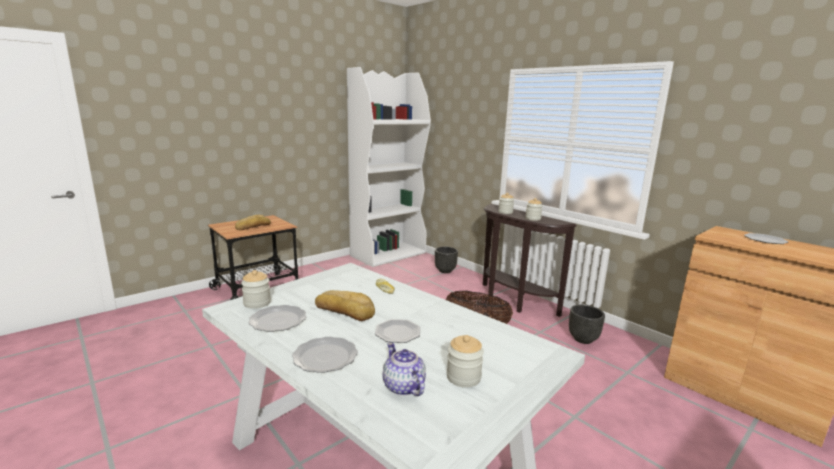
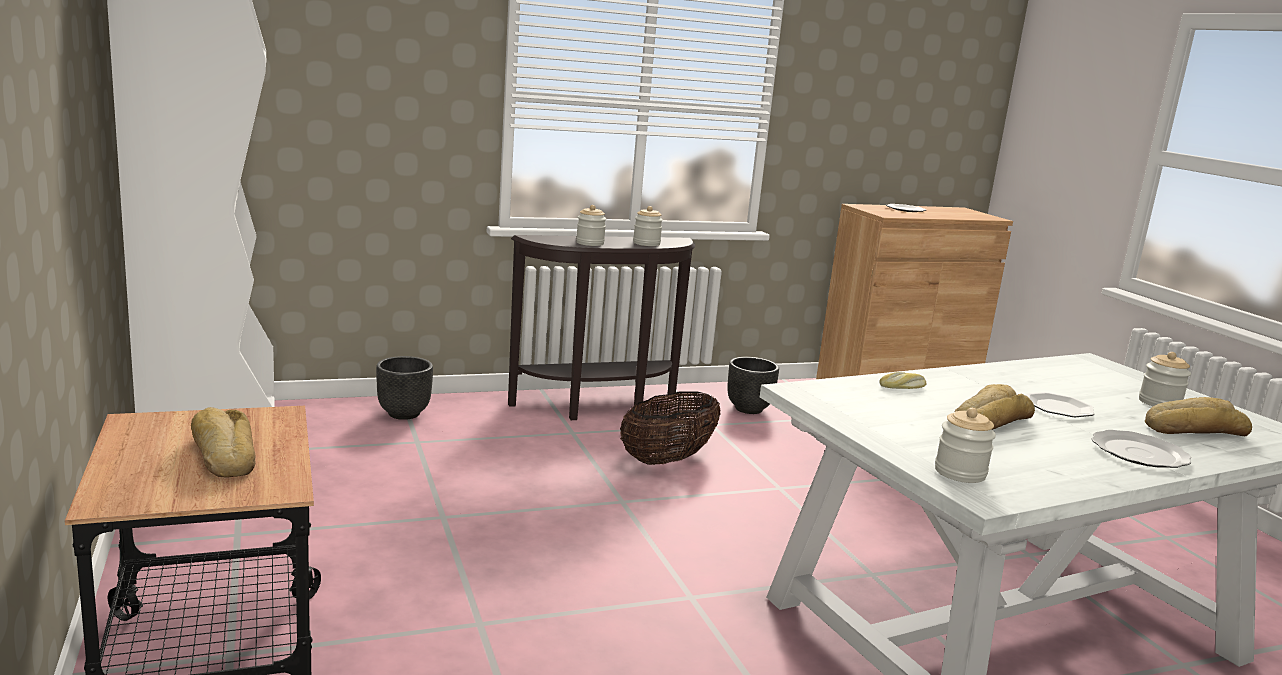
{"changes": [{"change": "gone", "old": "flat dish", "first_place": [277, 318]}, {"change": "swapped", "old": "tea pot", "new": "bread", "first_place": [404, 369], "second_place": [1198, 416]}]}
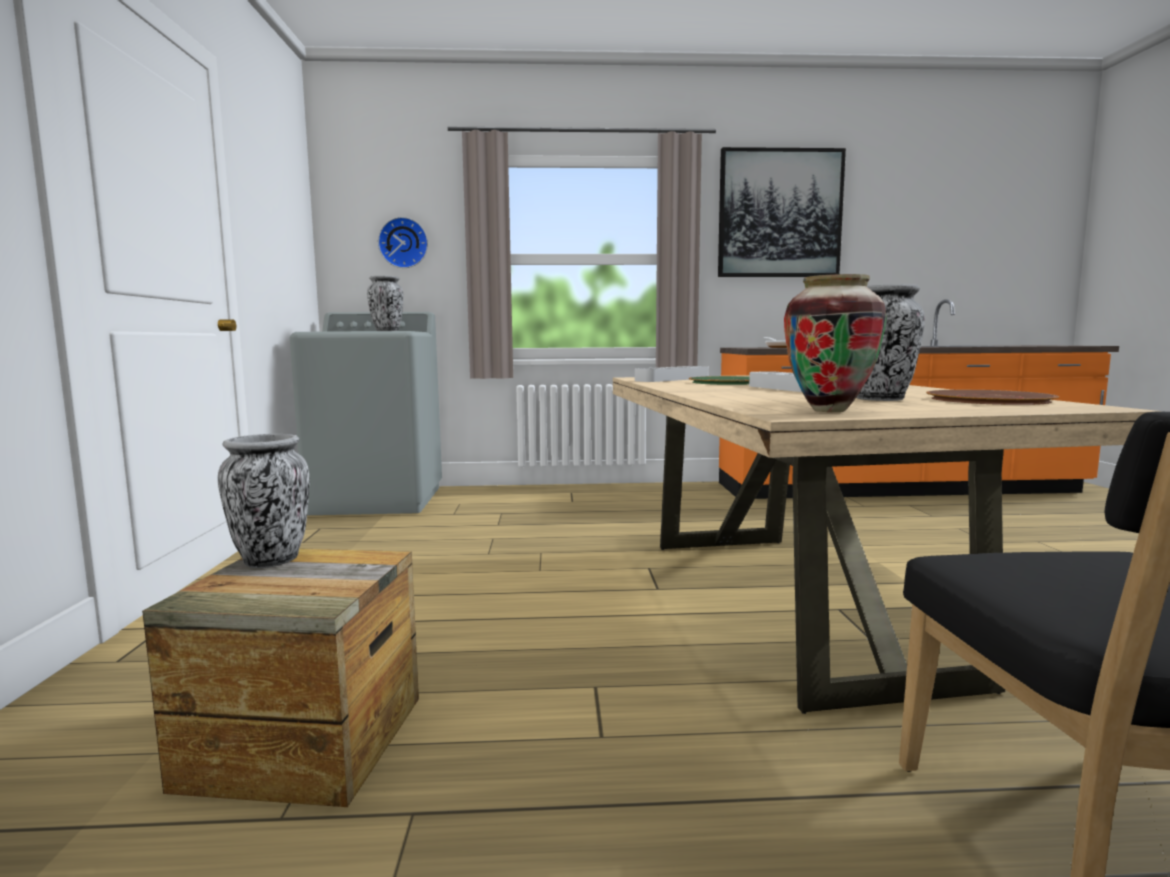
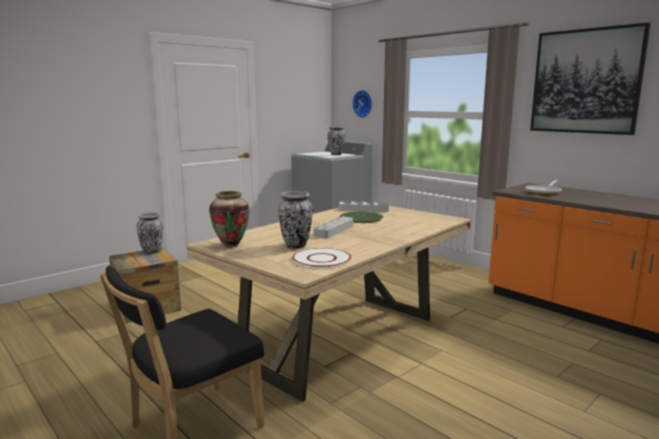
{"changes": [{"change": "repainted", "old": "flat dish/brownish", "new": "flat dish/white", "first_place": [992, 397], "second_place": [321, 258]}]}
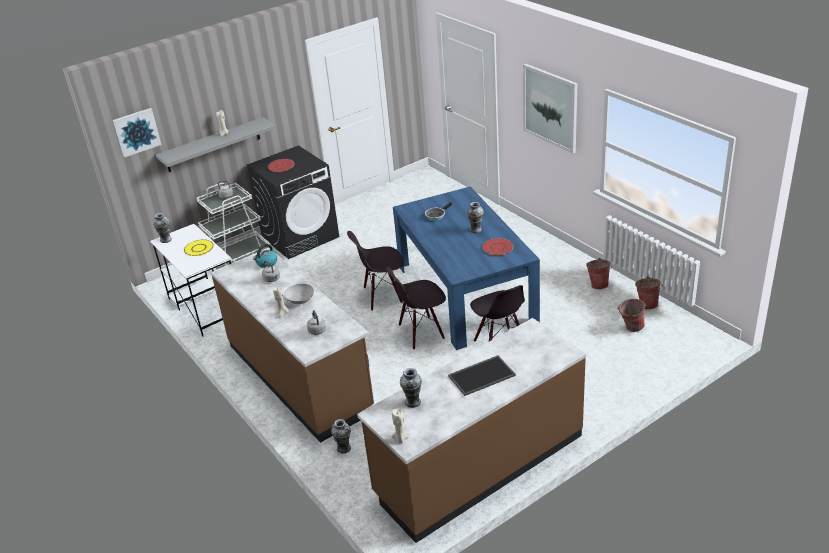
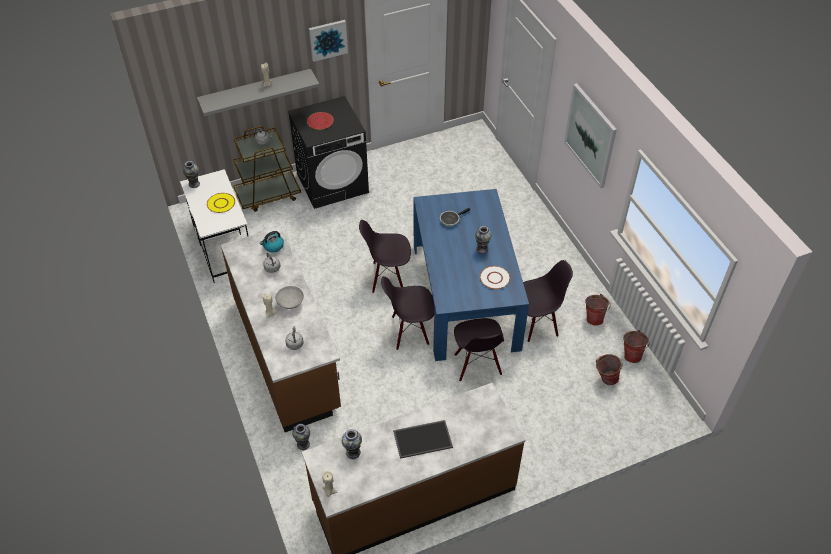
{"changes": [{"change": "shifted", "old": "picture", "first_place": [137, 132], "second_place": [328, 41]}, {"change": "repainted", "old": "trolley/white", "new": "trolley/brownish", "first_place": [234, 227], "second_place": [267, 169]}, {"change": "repainted", "old": "flat dish/reddish", "new": "flat dish/white", "first_place": [497, 247], "second_place": [495, 277]}, {"change": "new", "new": "chair/black-coloured", "second_place": [543, 301]}]}
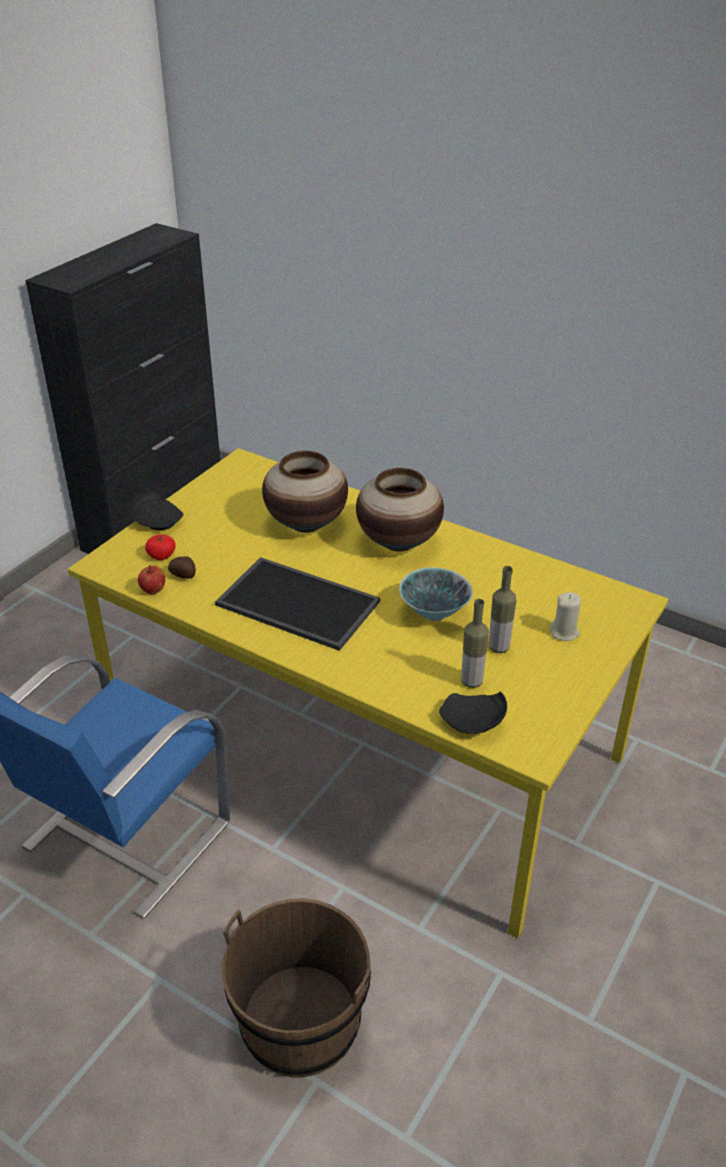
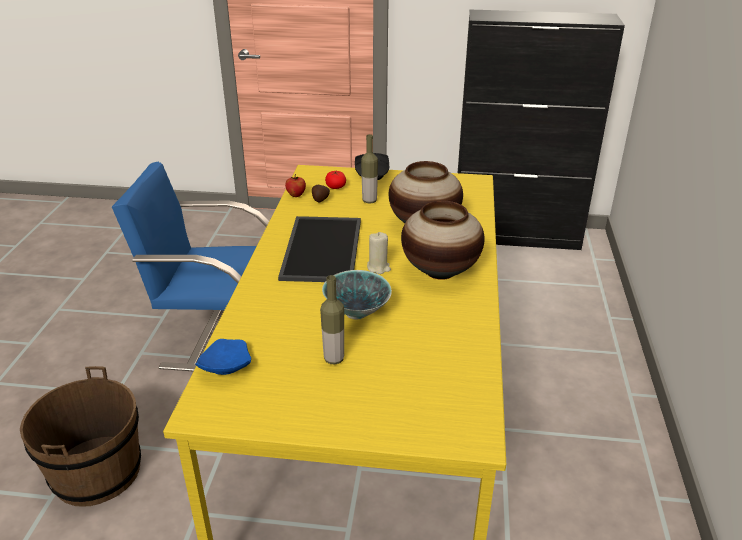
{"changes": [{"change": "repainted", "old": "flat dish/black-coloured", "new": "flat dish/bluish", "first_place": [473, 713], "second_place": [223, 357]}, {"change": "shifted", "old": "beverage bottle", "first_place": [475, 643], "second_place": [369, 168]}, {"change": "shifted", "old": "wax light/sand-coloured", "first_place": [565, 616], "second_place": [379, 253]}]}
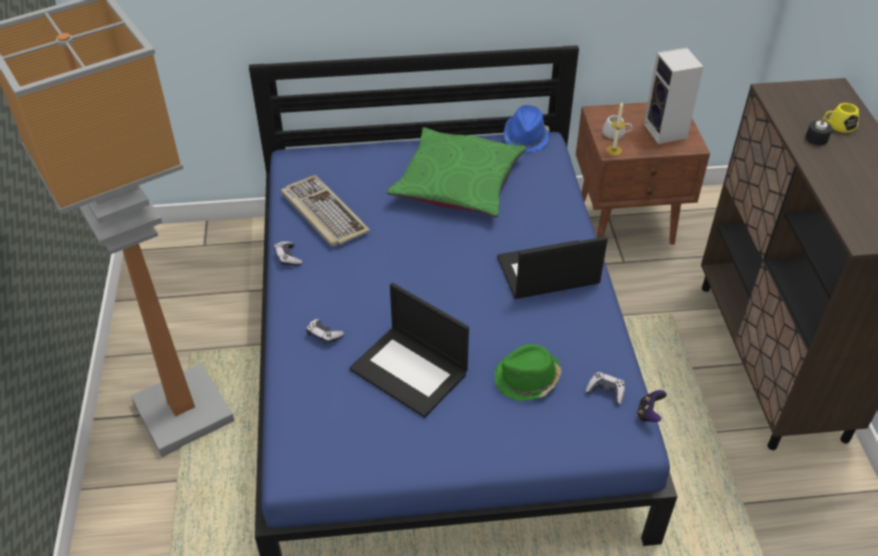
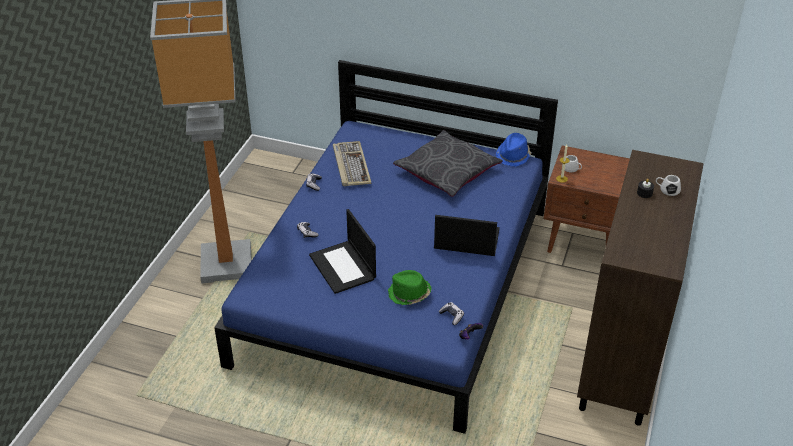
{"changes": [{"change": "repainted", "old": "throw pillow/greenish", "new": "throw pillow/greyish", "first_place": [456, 172], "second_place": [448, 163]}, {"change": "gone", "old": "audio speaker", "first_place": [674, 96]}, {"change": "repainted", "old": "coffee mug/yellow", "new": "coffee mug/white", "first_place": [841, 118], "second_place": [668, 185]}]}
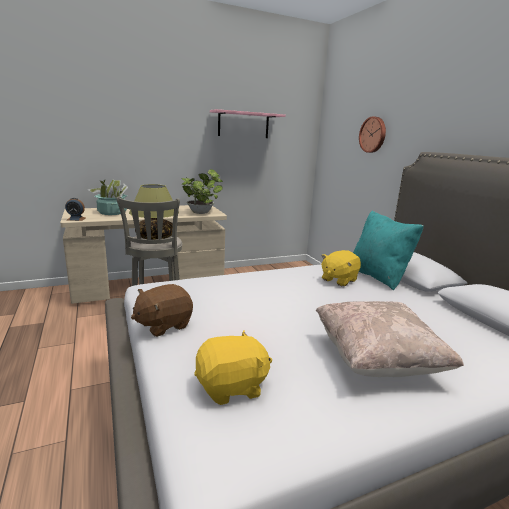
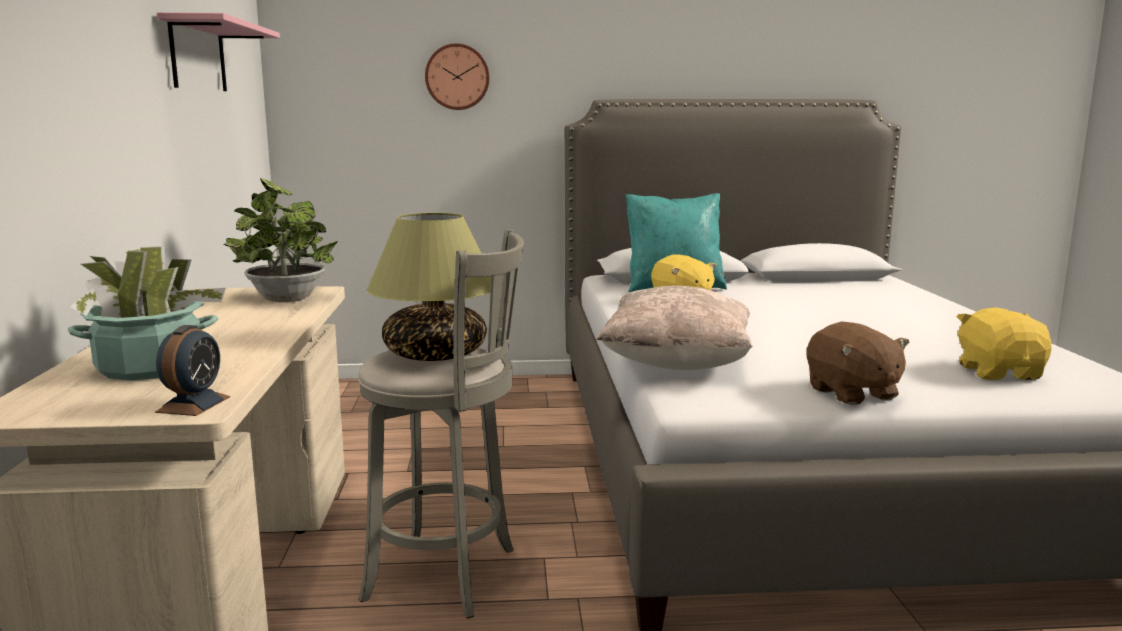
{"changes": [{"change": "shifted", "old": "throw pillow/sand-coloured", "first_place": [390, 339], "second_place": [674, 327]}]}
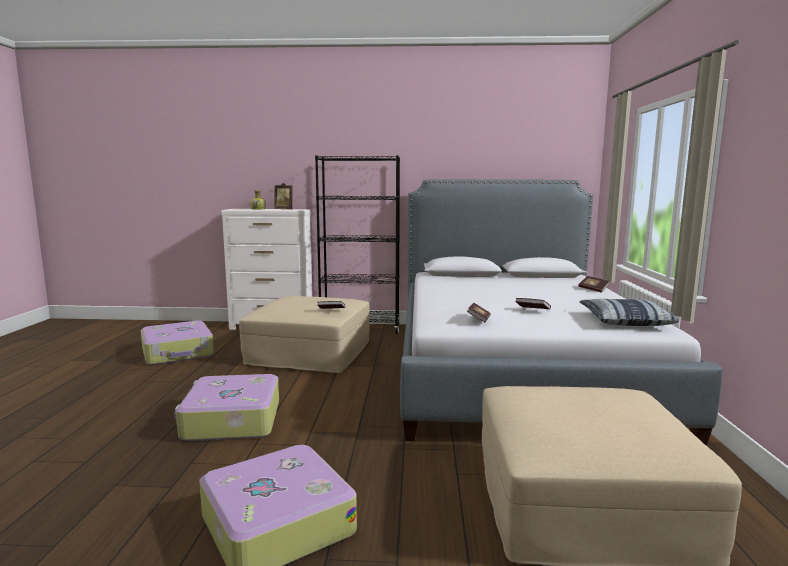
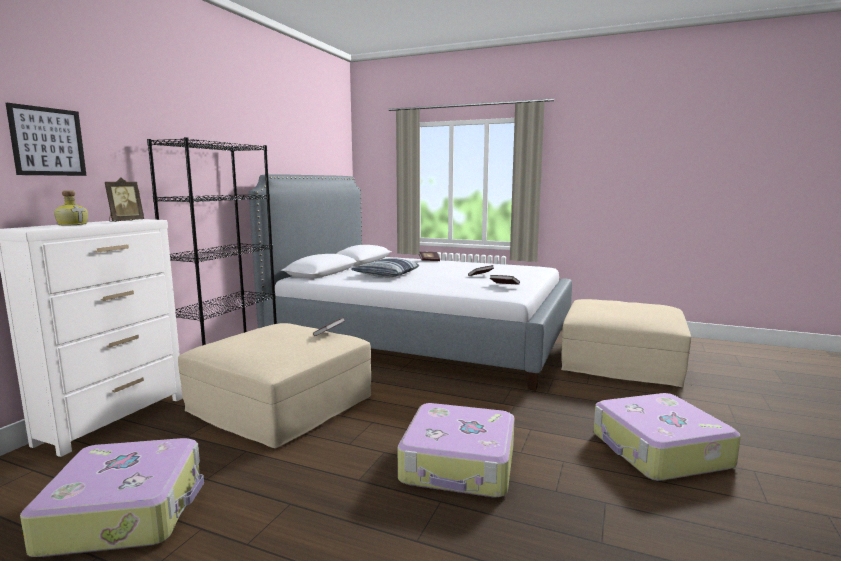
{"changes": [{"change": "shifted", "old": "throw pillow", "first_place": [629, 312], "second_place": [385, 267]}, {"change": "new", "new": "picture", "second_place": [46, 139]}]}
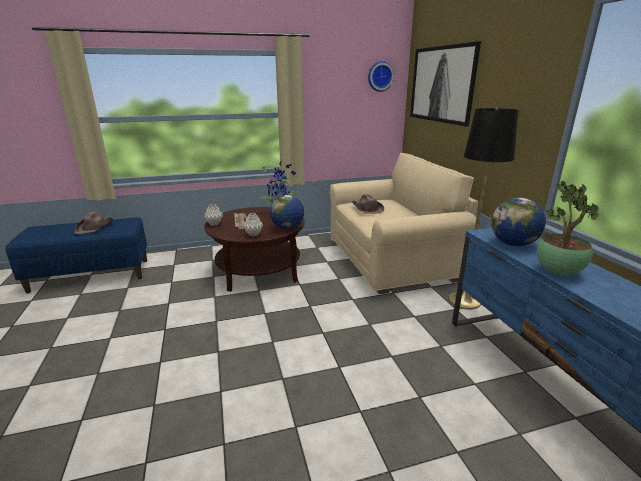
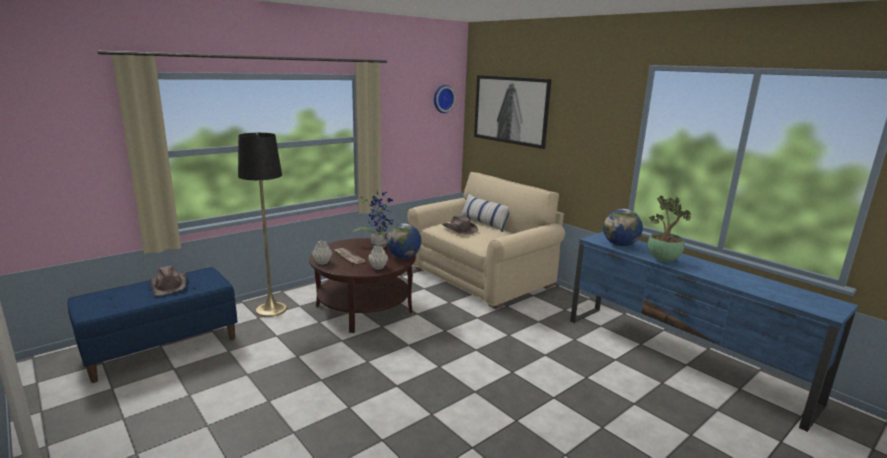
{"changes": [{"change": "shifted", "old": "standing lamp/black-coloured", "first_place": [483, 208], "second_place": [262, 225]}, {"change": "new", "new": "throw pillow", "second_place": [484, 212]}]}
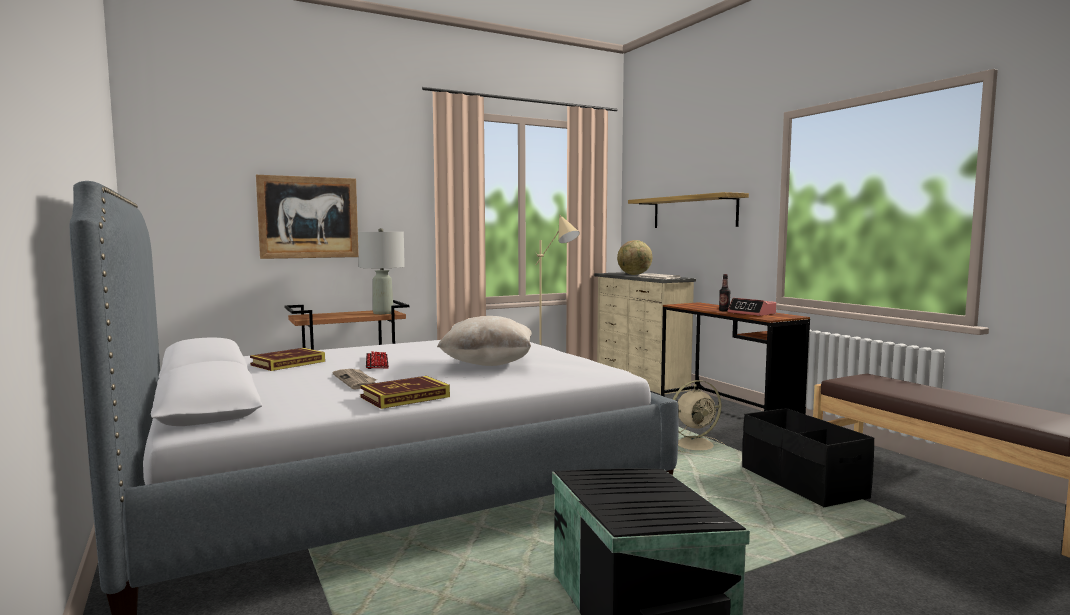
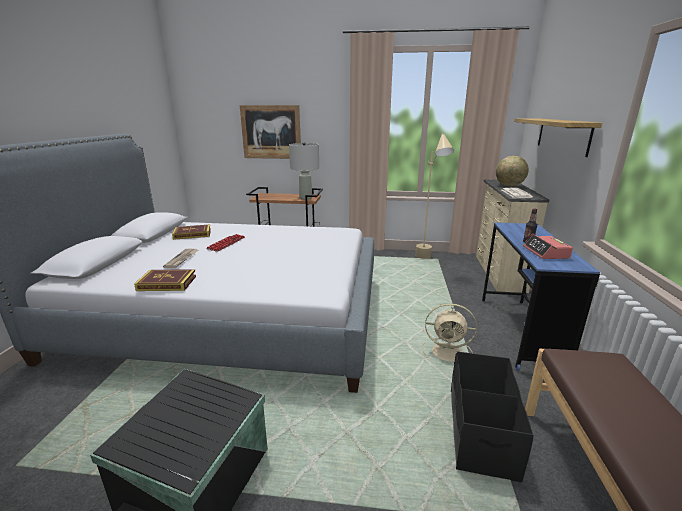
{"changes": [{"change": "gone", "old": "throw pillow/sand-coloured", "first_place": [484, 341]}, {"change": "repainted", "old": "desk unit/brownish", "new": "desk unit/bluish", "first_place": [735, 358], "second_place": [541, 296]}]}
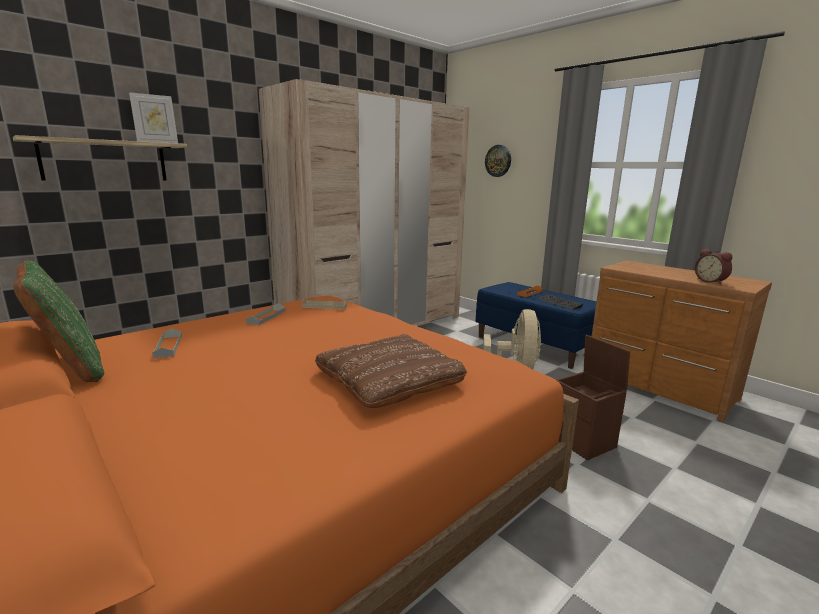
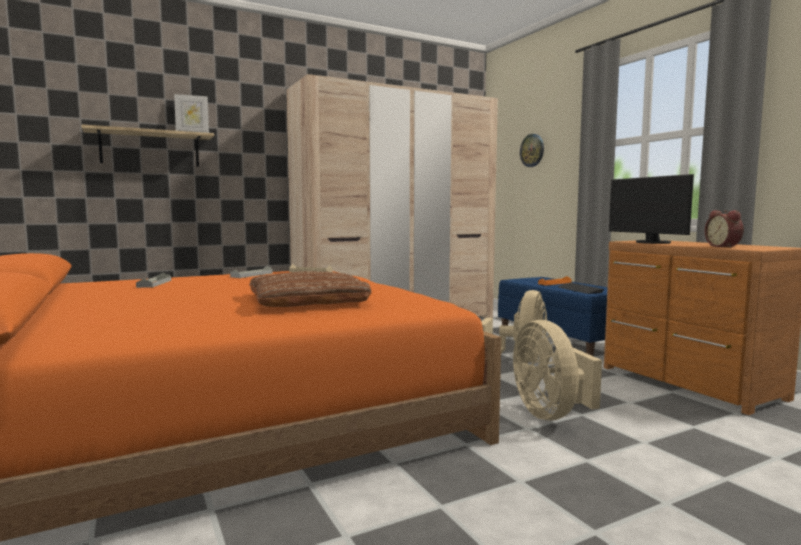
{"changes": [{"change": "gone", "old": "throw pillow/greenish", "first_place": [58, 321]}, {"change": "swapped", "old": "storage bin/brownish", "new": "electric fan/sand-coloured", "first_place": [593, 397], "second_place": [557, 370]}, {"change": "new", "new": "computer display", "second_place": [651, 209]}]}
